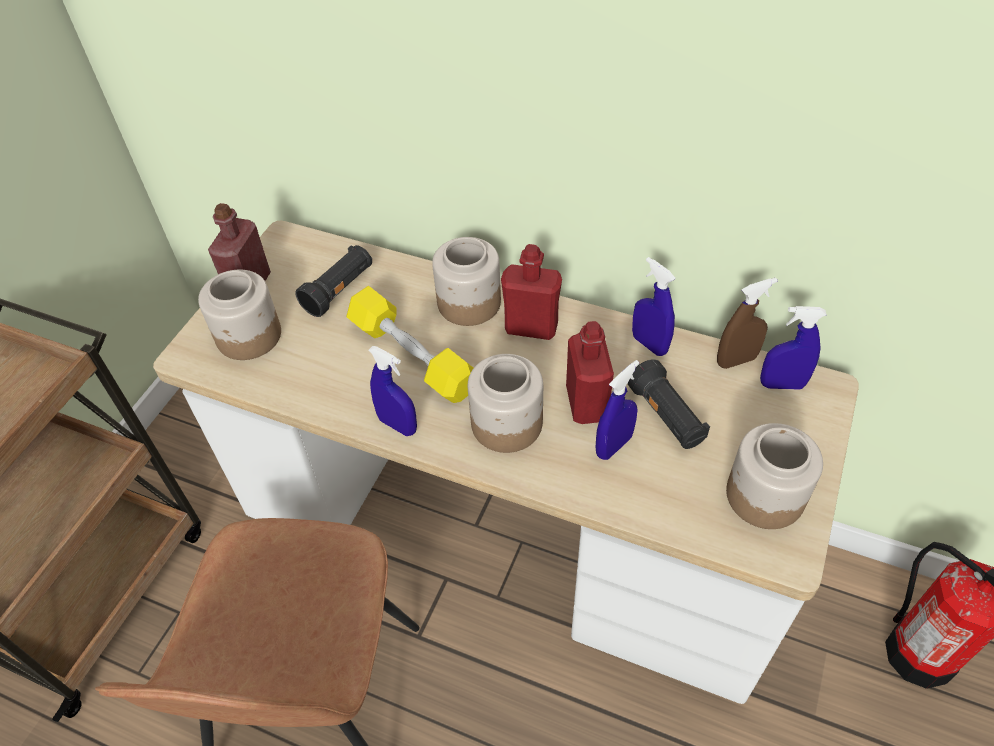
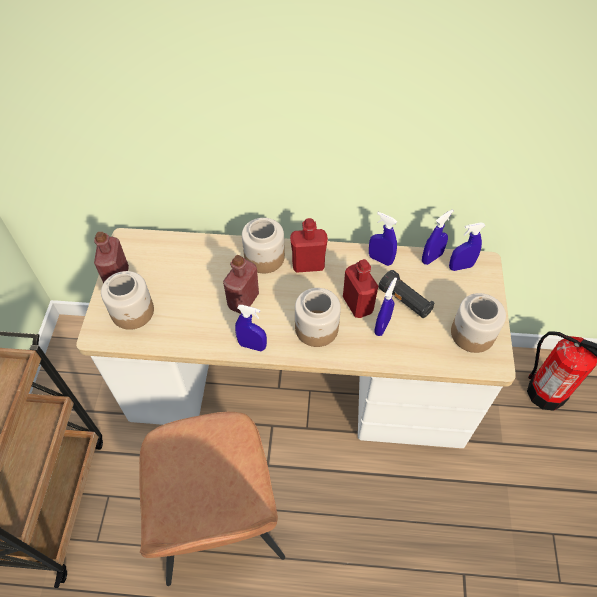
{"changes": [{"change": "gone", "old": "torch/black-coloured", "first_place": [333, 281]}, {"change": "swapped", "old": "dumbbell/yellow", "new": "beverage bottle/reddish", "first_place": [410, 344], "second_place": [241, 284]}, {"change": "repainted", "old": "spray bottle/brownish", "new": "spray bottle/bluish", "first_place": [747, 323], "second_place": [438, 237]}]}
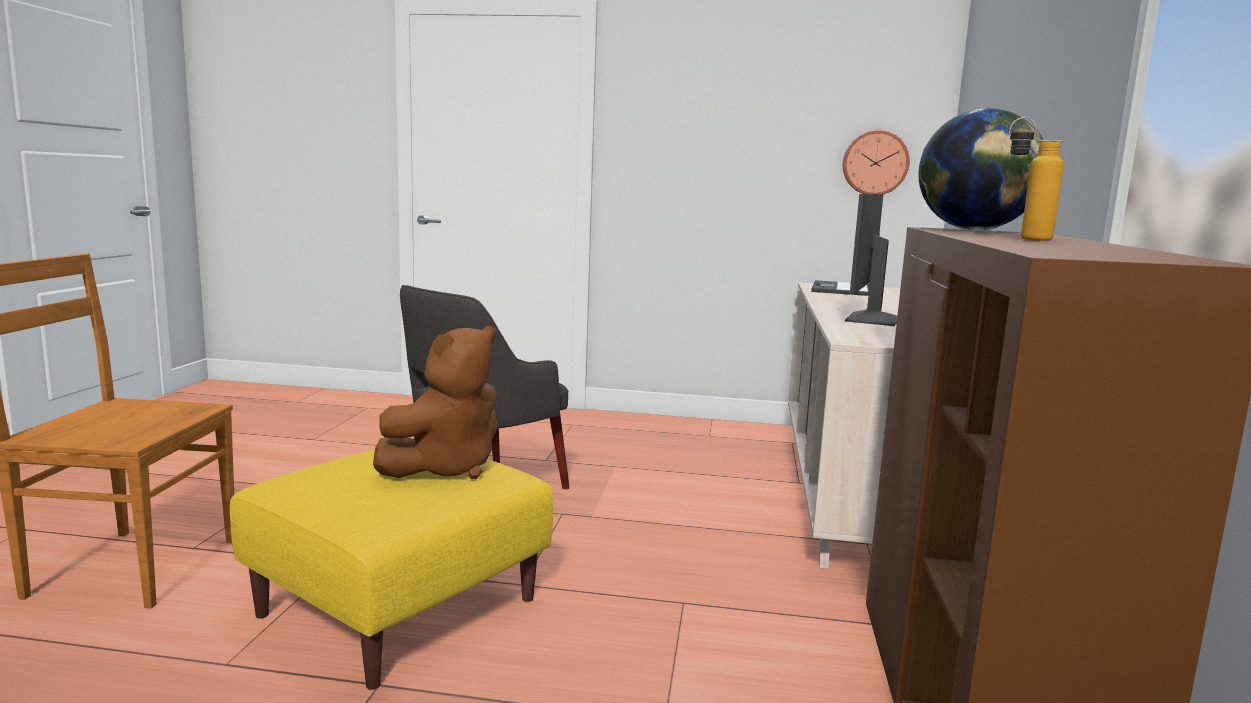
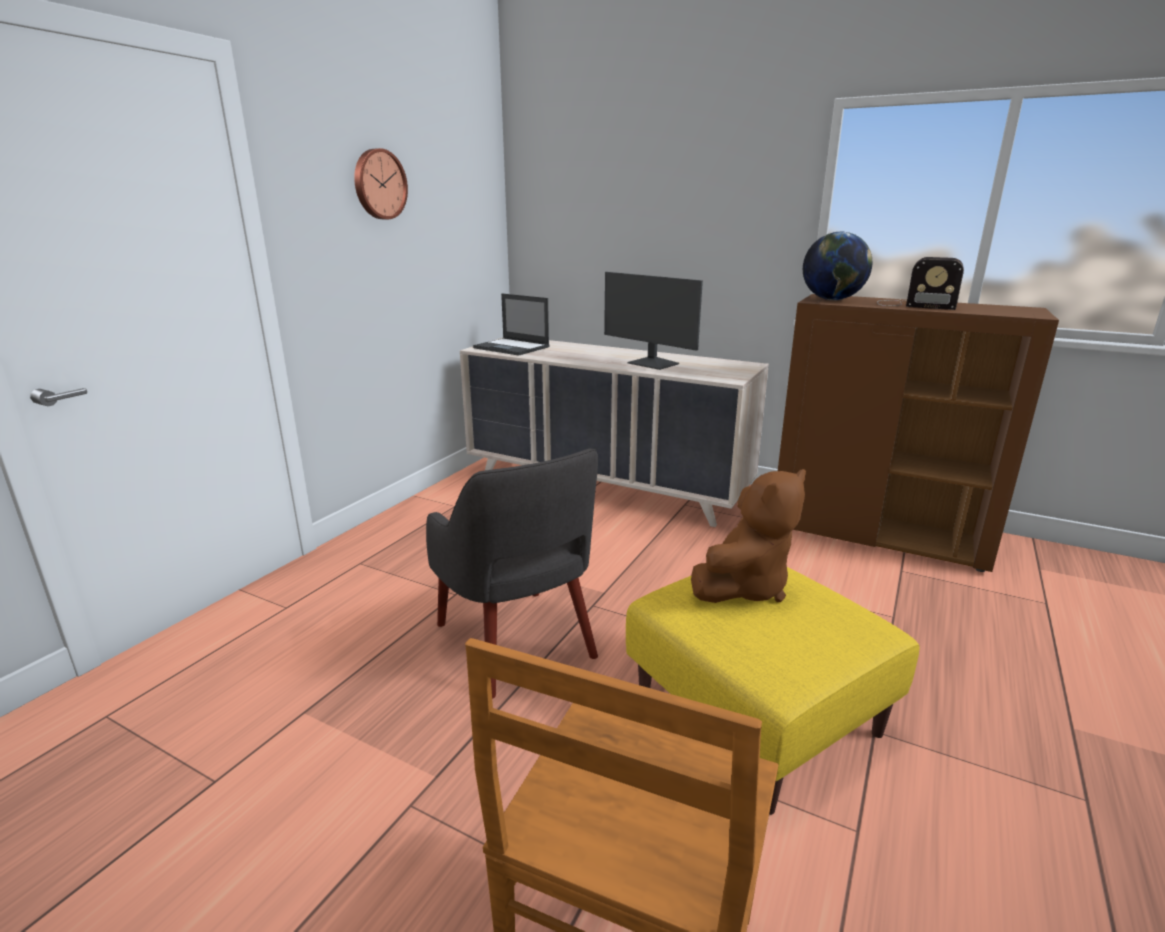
{"changes": [{"change": "rotated", "old": "plush toy/brownish", "first_place": [435, 402], "second_place": [748, 536], "degrees": 75}, {"change": "shifted", "old": "clock on the wall", "first_place": [876, 162], "second_place": [381, 183]}, {"change": "swapped", "old": "beverage bottle", "new": "radio receiver", "first_place": [1036, 179], "second_place": [920, 283]}]}
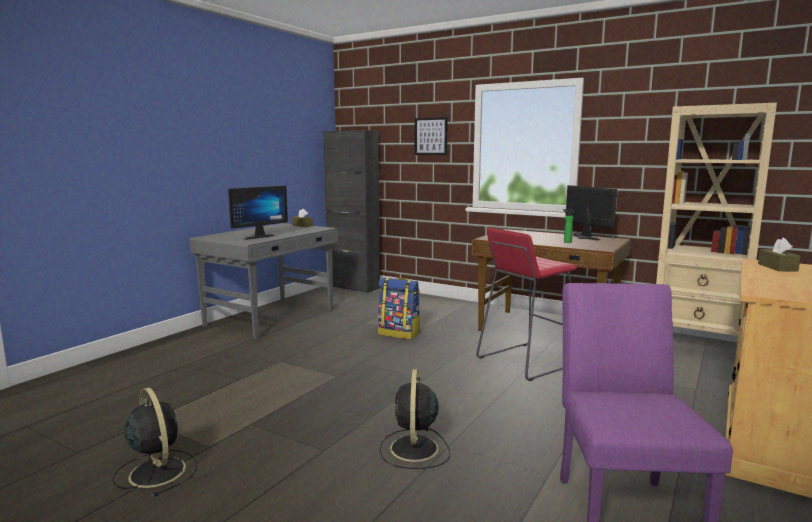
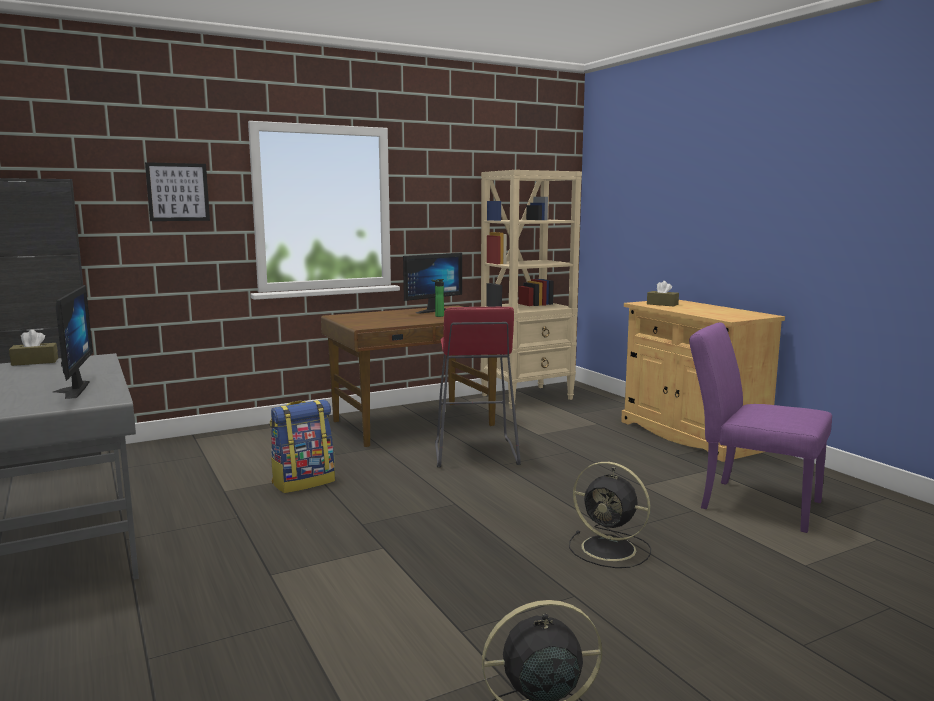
{"changes": [{"change": "rotated", "old": "computer display", "first_place": [591, 212], "second_place": [432, 283], "degrees": 135}]}
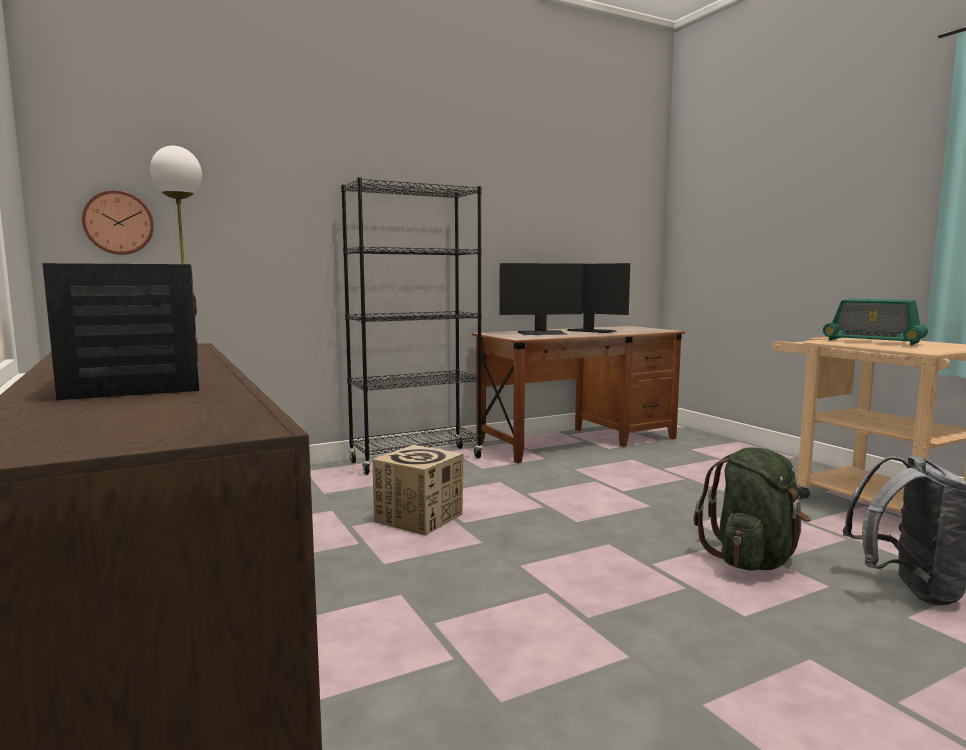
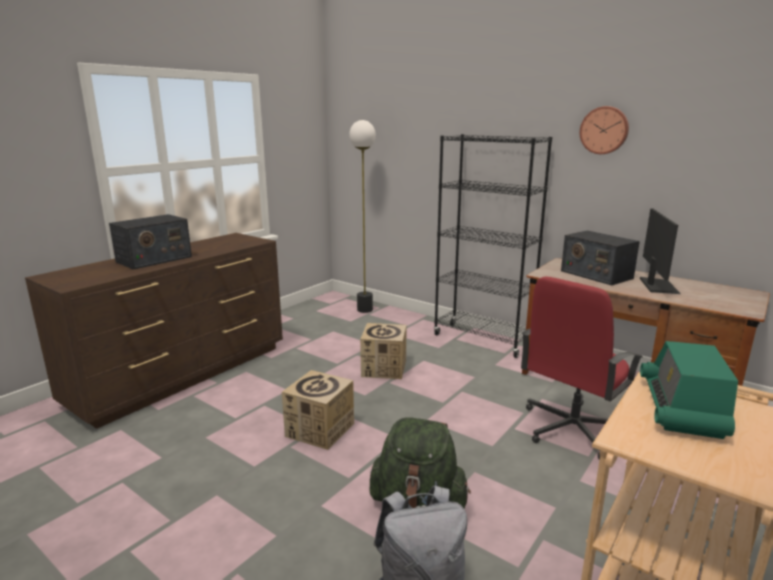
{"changes": [{"change": "shifted", "old": "clock on the wall", "first_place": [118, 222], "second_place": [604, 130]}, {"change": "swapped", "old": "computer display", "new": "radio receiver", "first_place": [541, 299], "second_place": [600, 258]}, {"change": "new", "new": "carton", "second_place": [318, 410]}, {"change": "new", "new": "office chair/reddish", "second_place": [582, 368]}]}
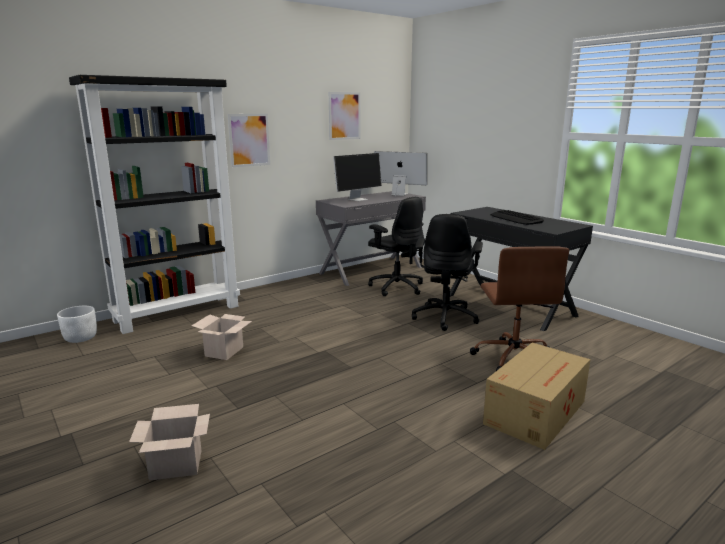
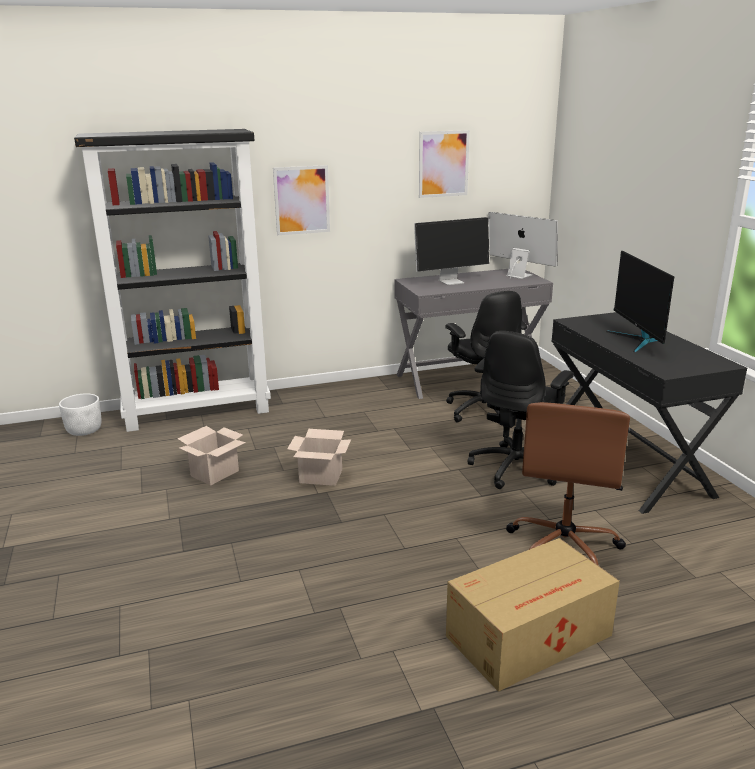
{"changes": [{"change": "shifted", "old": "carton", "first_place": [169, 442], "second_place": [319, 457]}, {"change": "swapped", "old": "computer keyboard", "new": "computer display", "first_place": [517, 217], "second_place": [640, 302]}]}
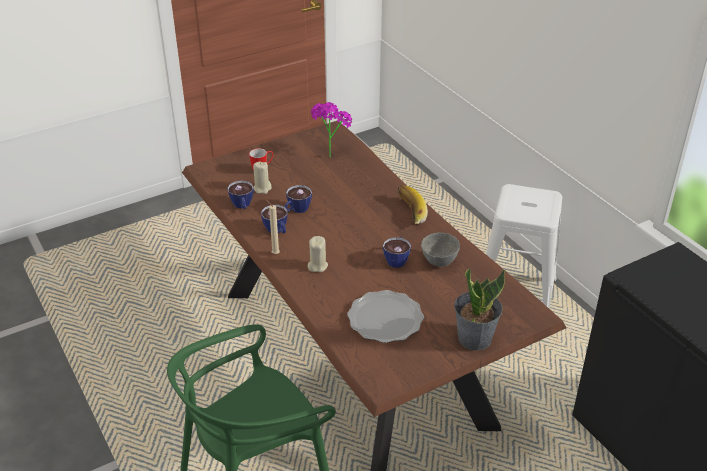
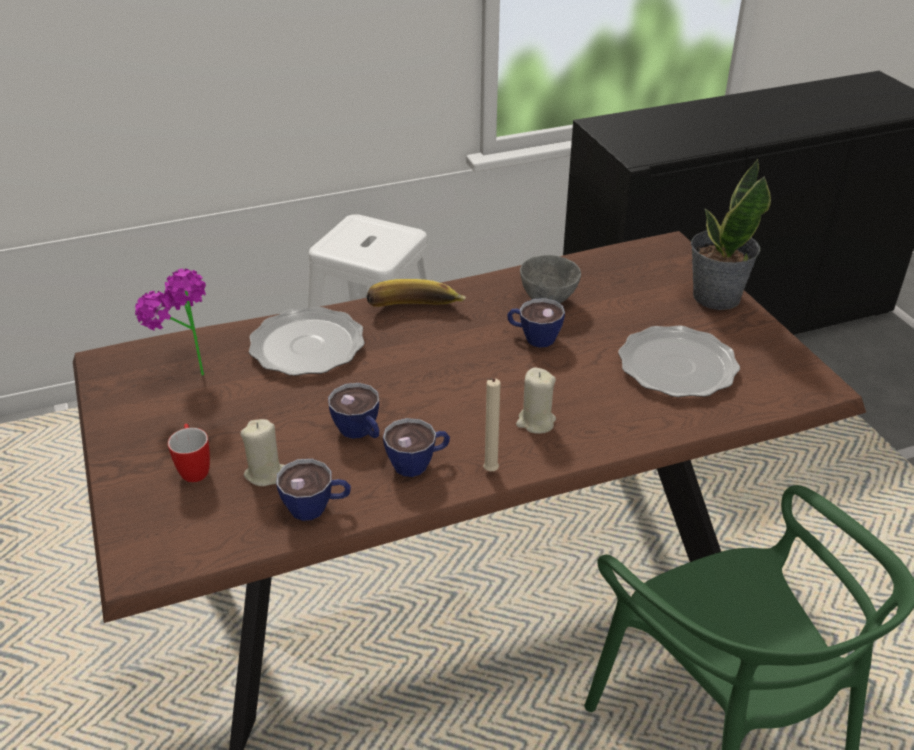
{"changes": [{"change": "new", "new": "flat dish", "second_place": [307, 341]}]}
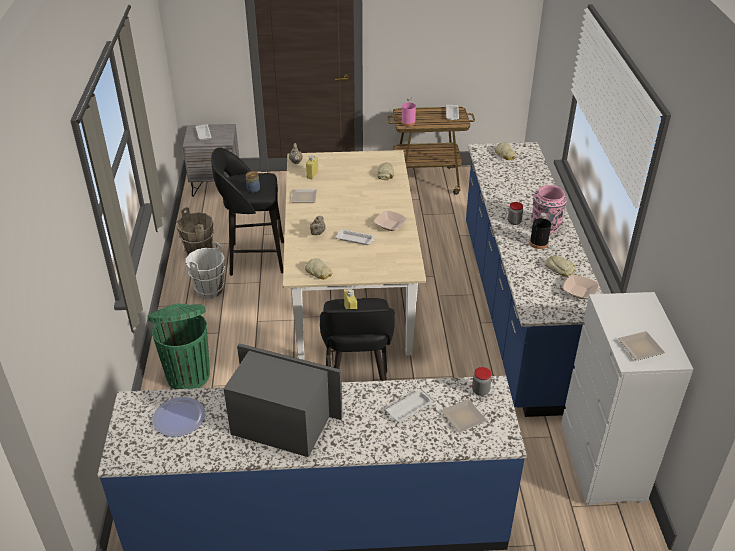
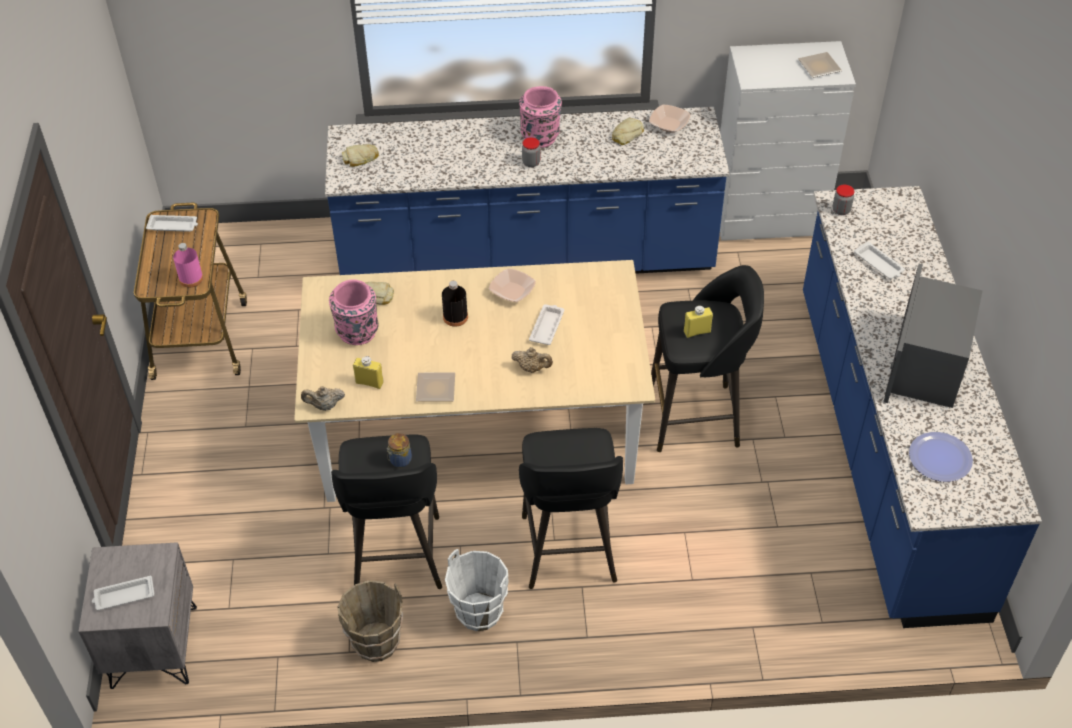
{"changes": [{"change": "gone", "old": "rubbish bin/greenish", "first_place": [178, 346]}, {"change": "gone", "old": "bread", "first_place": [318, 269]}, {"change": "gone", "old": "flat dish", "first_place": [464, 416]}, {"change": "shifted", "old": "beverage bottle/black-coloured", "first_place": [540, 231], "second_place": [455, 304]}, {"change": "new", "new": "vase/pink-coloured", "second_place": [354, 312]}, {"change": "new", "new": "stool/black-coloured", "second_place": [571, 508]}]}
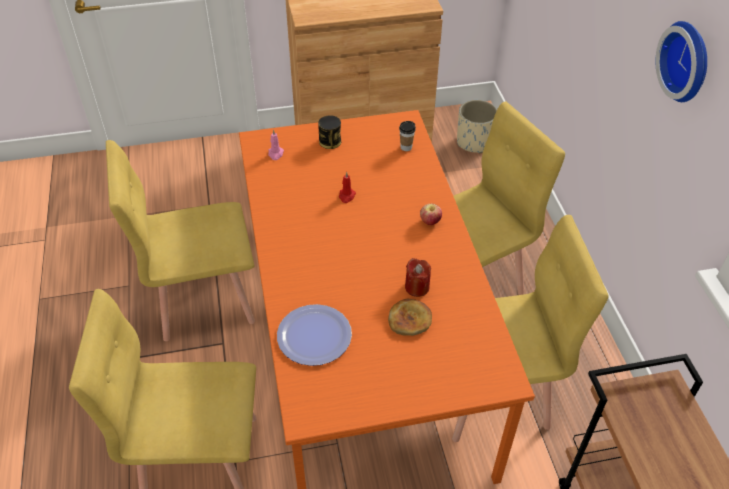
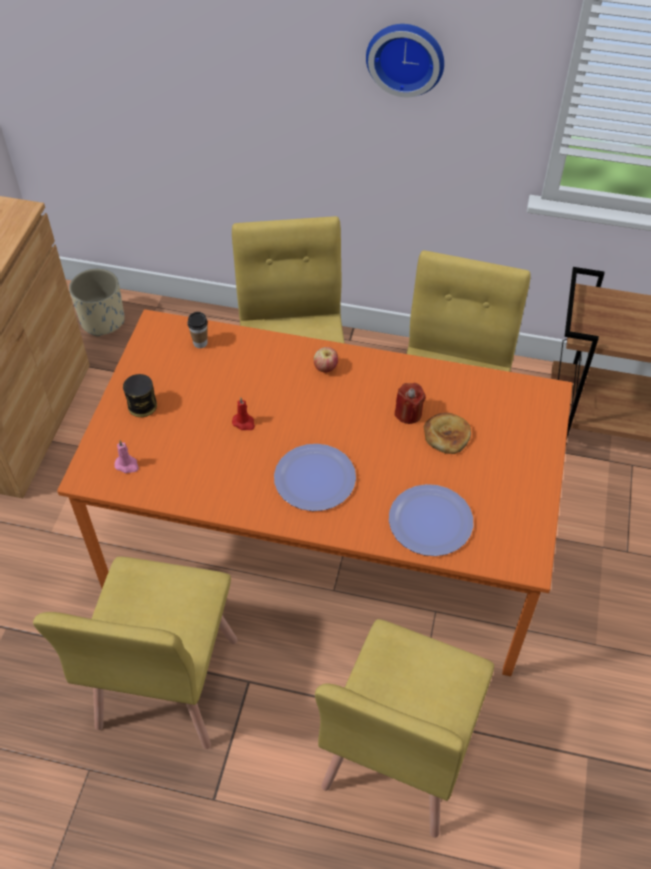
{"changes": [{"change": "new", "new": "flat dish", "second_place": [315, 477]}]}
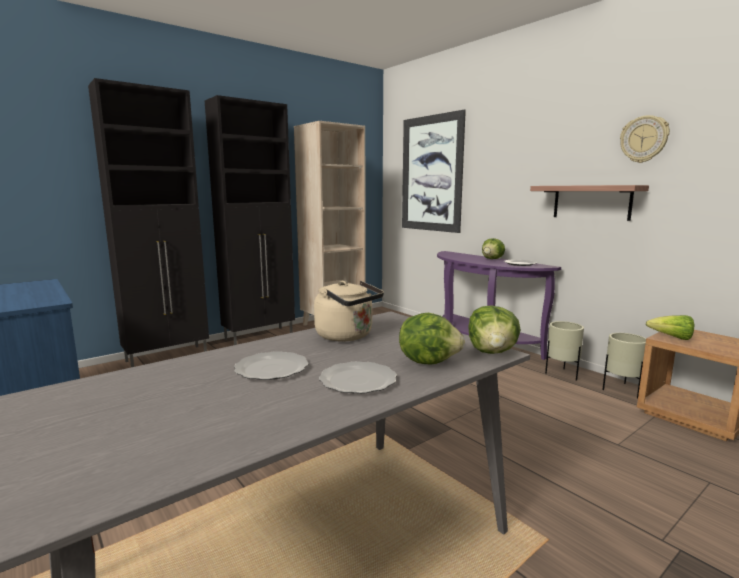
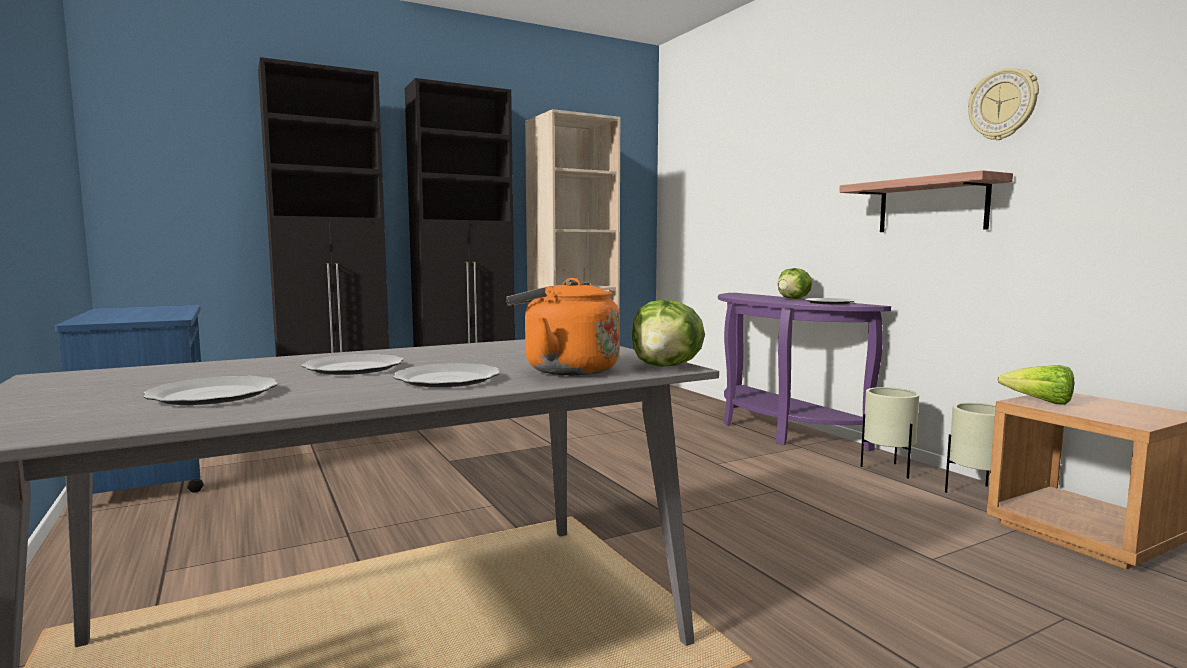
{"changes": [{"change": "gone", "old": "tea kettle/sand-coloured", "first_place": [349, 311]}, {"change": "swapped", "old": "lettuce head", "new": "tea kettle/orange", "first_place": [432, 338], "second_place": [563, 326]}, {"change": "gone", "old": "picture", "first_place": [434, 171]}, {"change": "new", "new": "flat dish", "second_place": [210, 390]}]}
